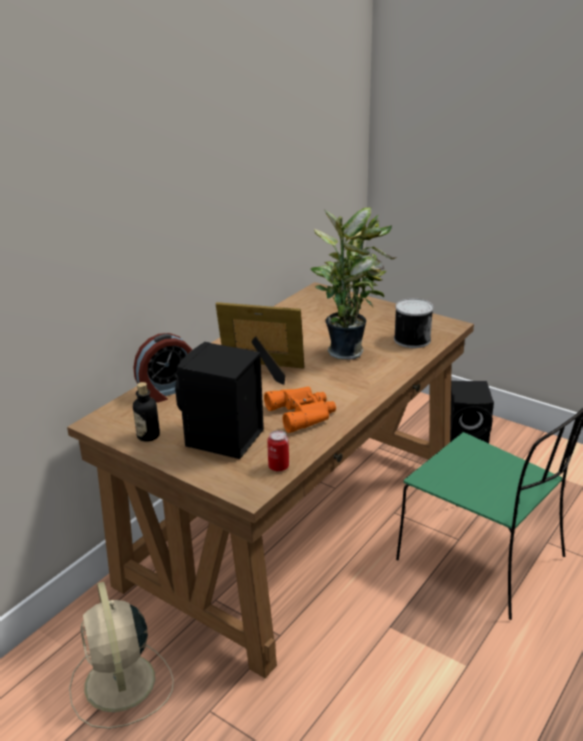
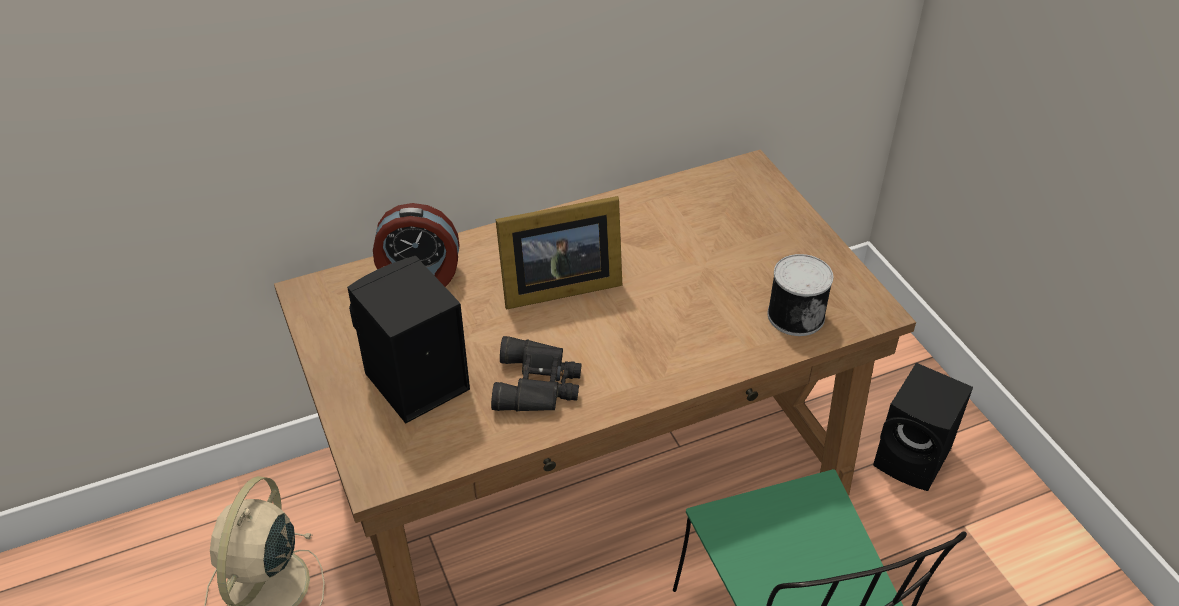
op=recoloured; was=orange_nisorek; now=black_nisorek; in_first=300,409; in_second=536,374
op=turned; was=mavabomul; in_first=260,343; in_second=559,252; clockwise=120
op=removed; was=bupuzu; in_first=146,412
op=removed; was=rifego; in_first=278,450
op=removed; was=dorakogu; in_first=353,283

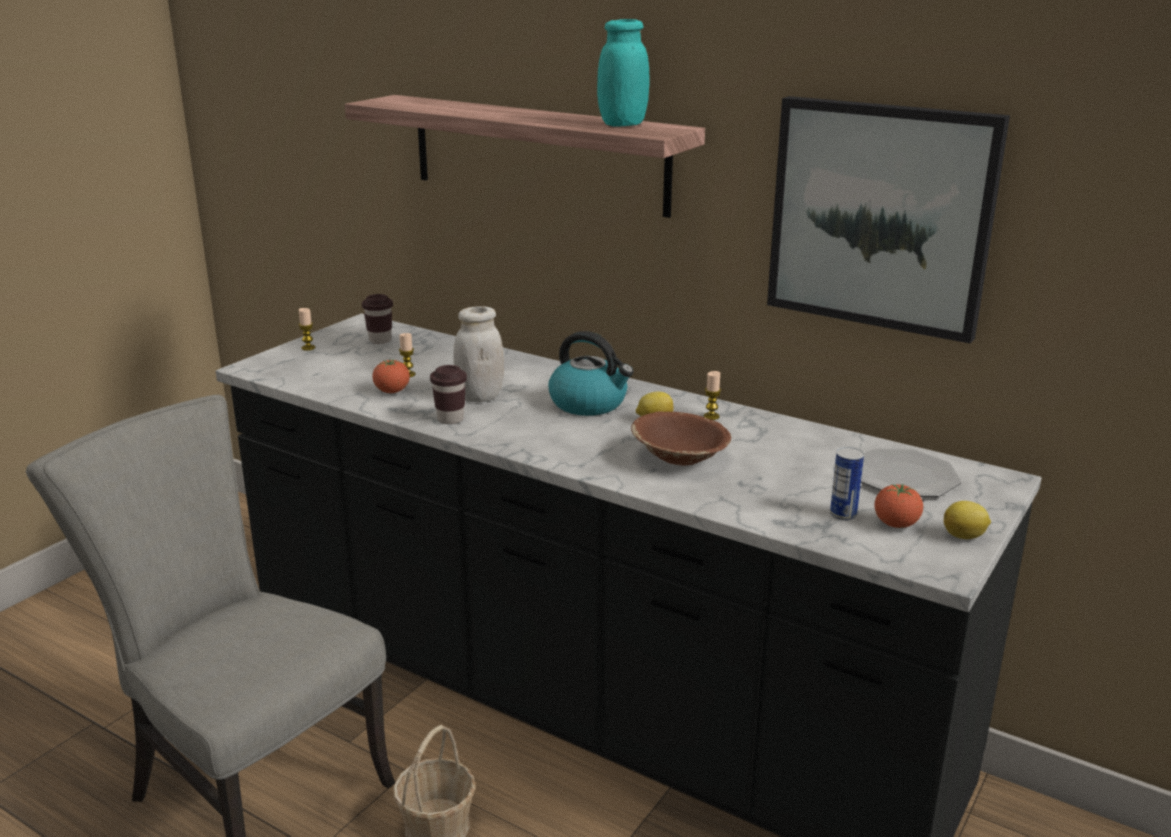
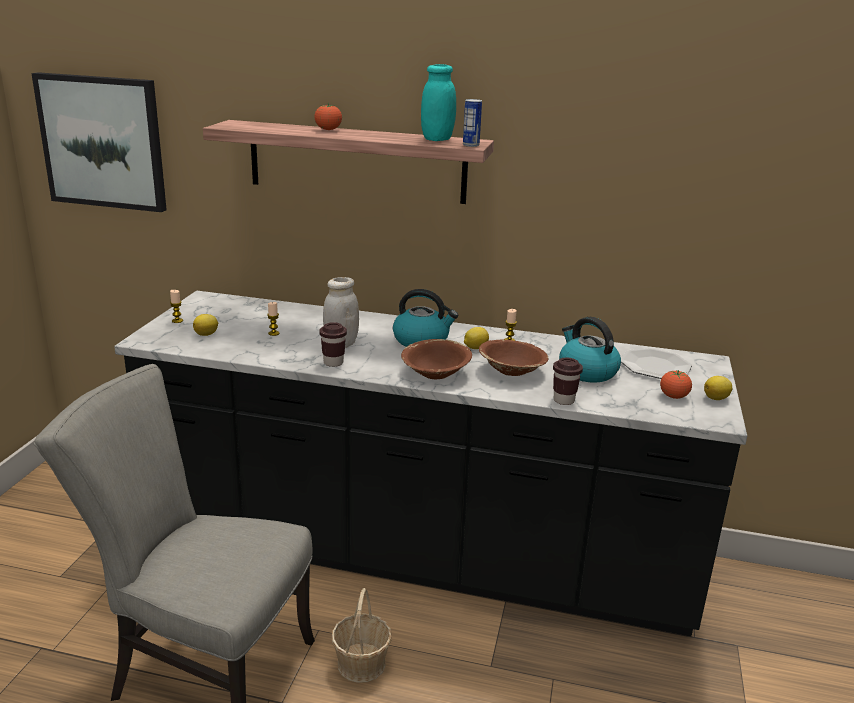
op=moved; was=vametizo; in_first=888,219; in_second=99,142
op=added; now=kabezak; in_second=205,325
op=moved; was=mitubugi; in_first=391,376; in_second=328,116
op=added; now=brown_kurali; in_second=436,359
op=moved; was=rifego; in_first=847,484; in_second=472,123
op=moved; was=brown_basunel; in_first=377,319; in_second=568,381
op=added; now=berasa; in_second=590,350

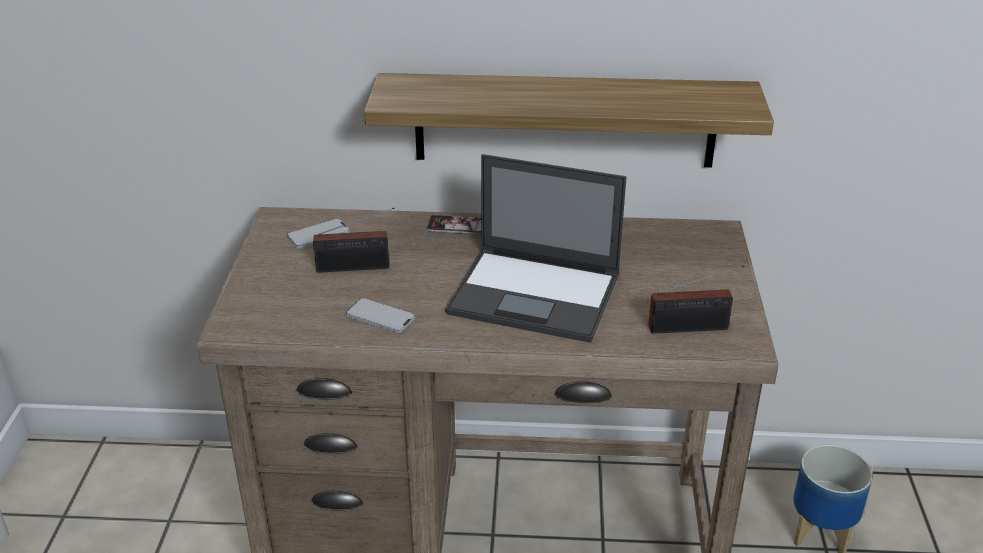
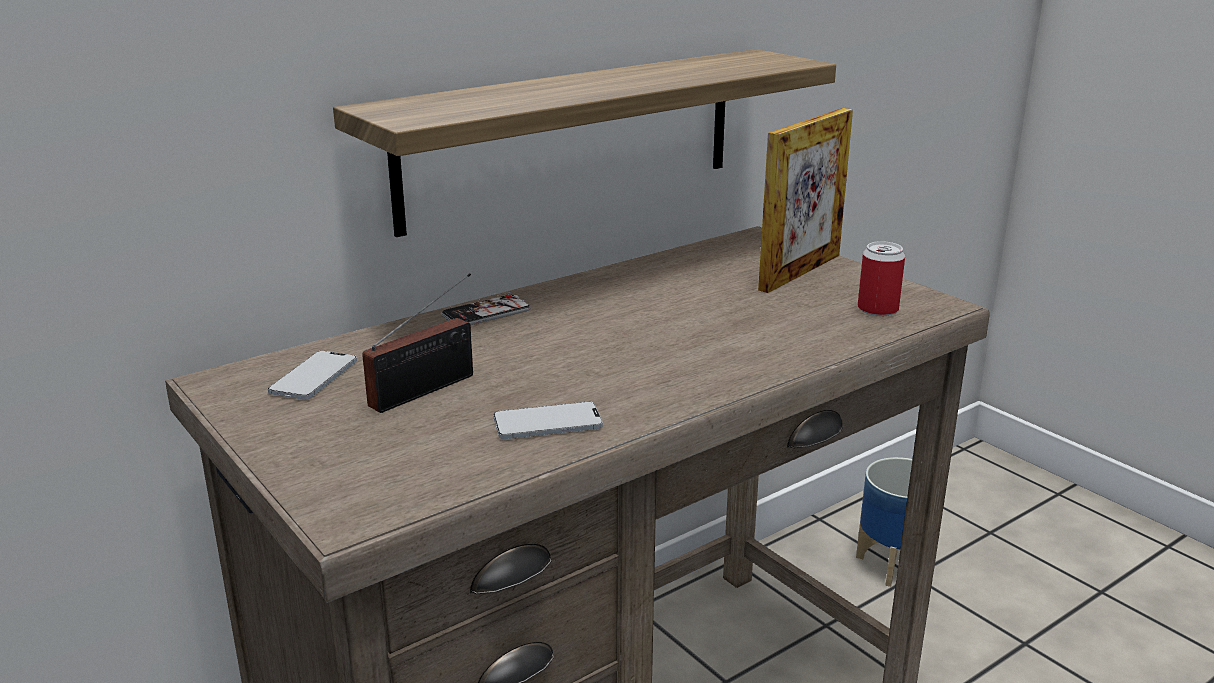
op=added; now=mavabomul; in_second=805,200
op=replaced; was=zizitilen; now=rifego; in_first=696,299; in_second=881,278
op=removed; was=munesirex; in_first=536,248

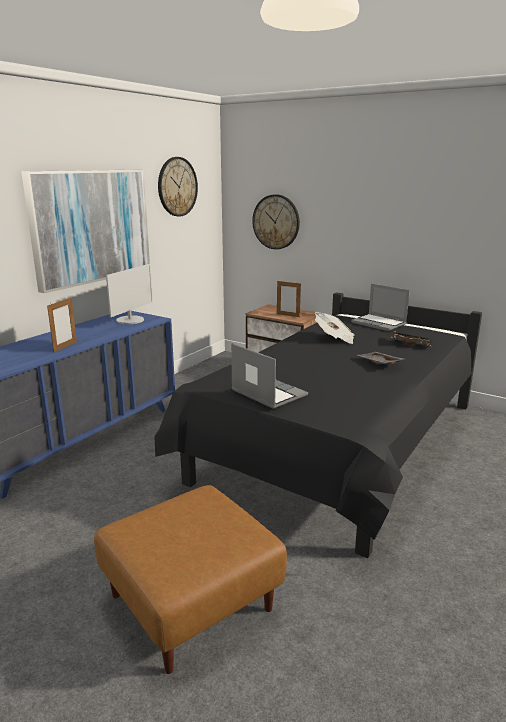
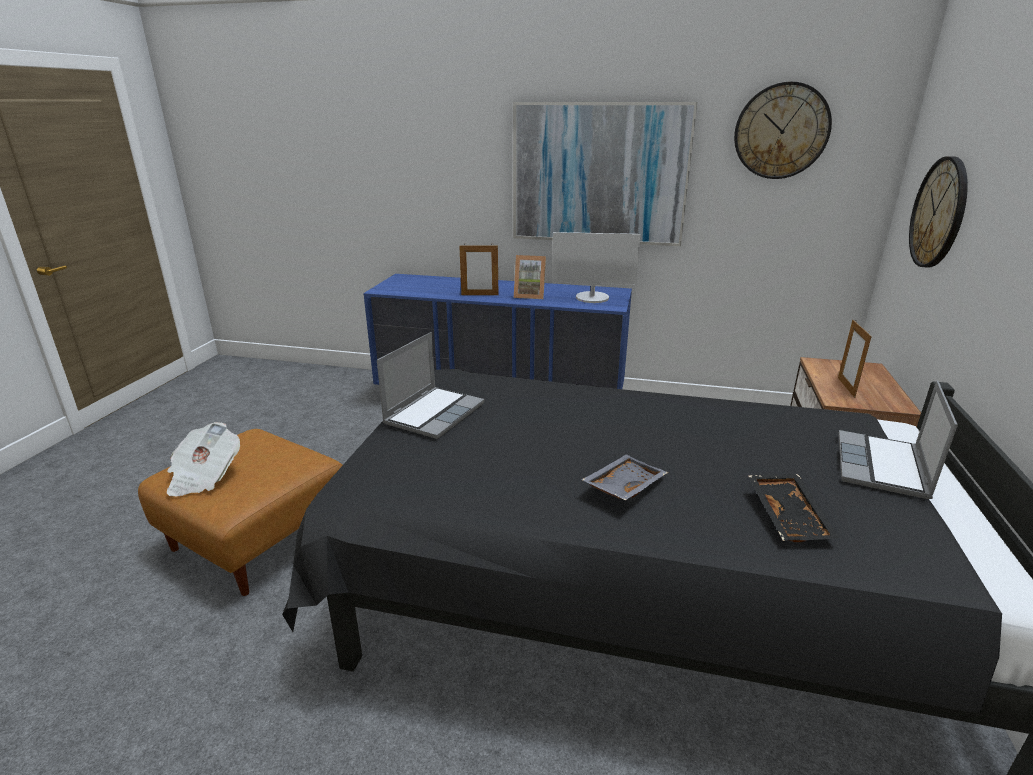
op=moved; was=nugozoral; in_first=335,328; in_second=203,459
op=added; now=mavabomul; in_second=530,277

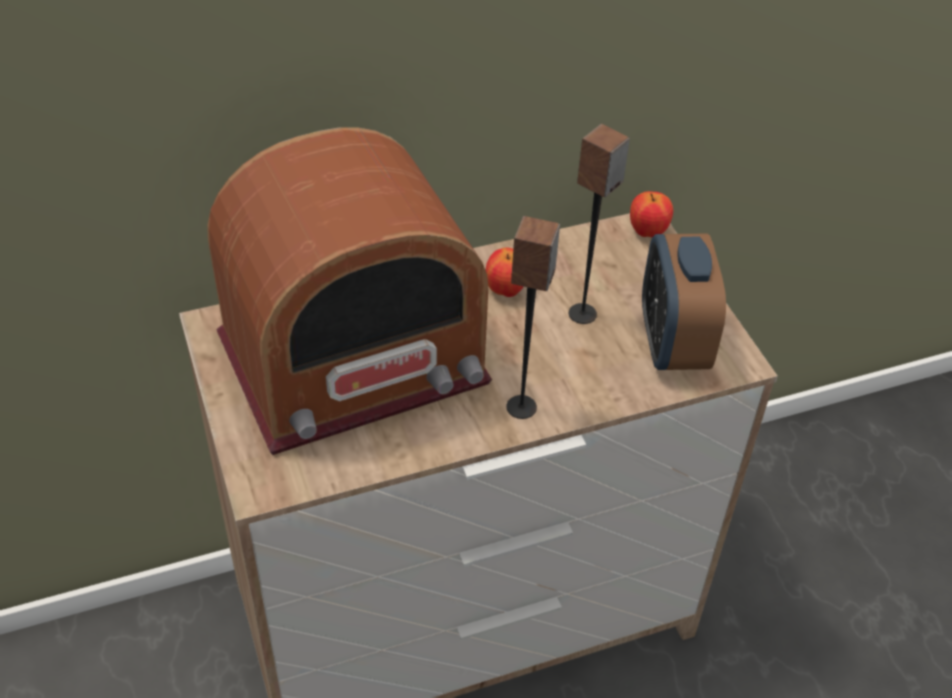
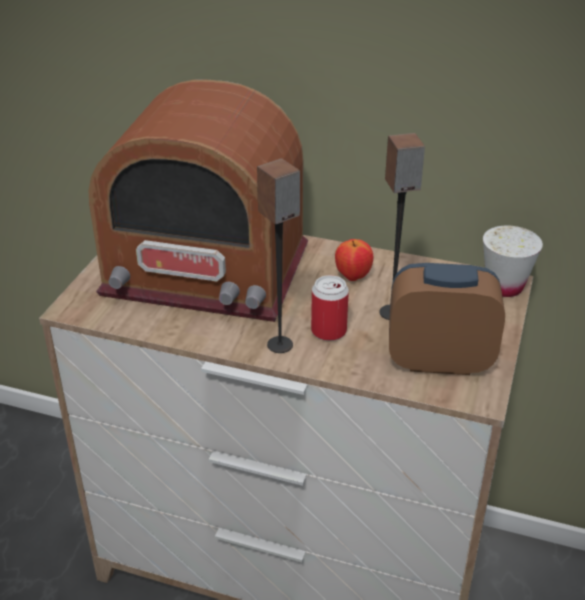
op=added; now=rifego; in_second=330,308
op=turned; was=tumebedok; in_first=684,302; in_second=447,319; clockwise=60
op=replaced; was=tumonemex; now=white_basunel; in_first=651,214; in_second=513,261

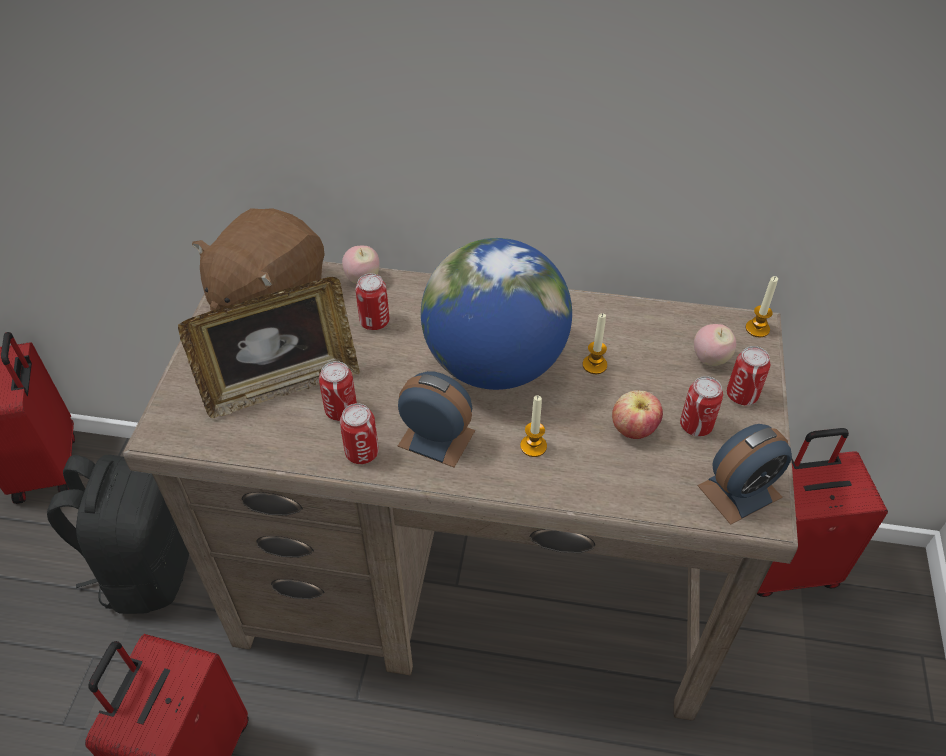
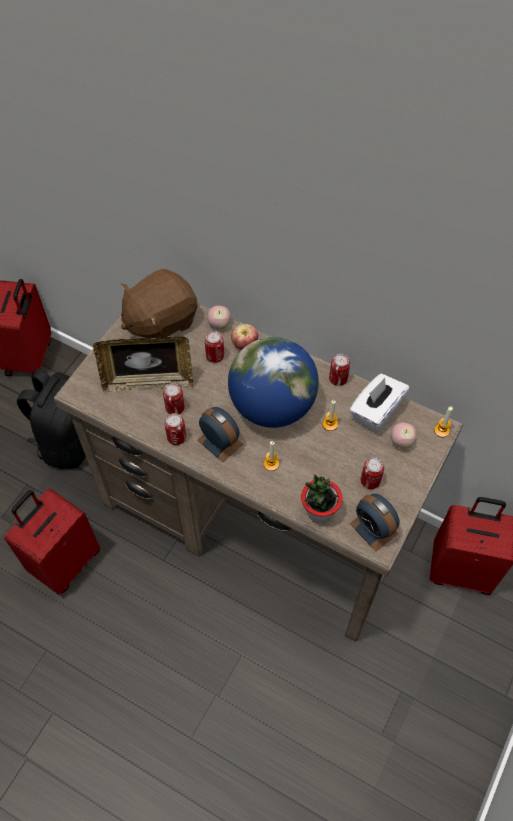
op=moved; was=tumonemex; in_first=637,414; in_second=244,337
op=added; now=dorakogu; in_second=321,498
op=moved; was=rifego; in_first=748,375; in_second=339,370
op=added; now=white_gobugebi; in_second=380,403
op=turned; was=tumebedok; in_first=745,474; in_second=375,523; clockwise=60

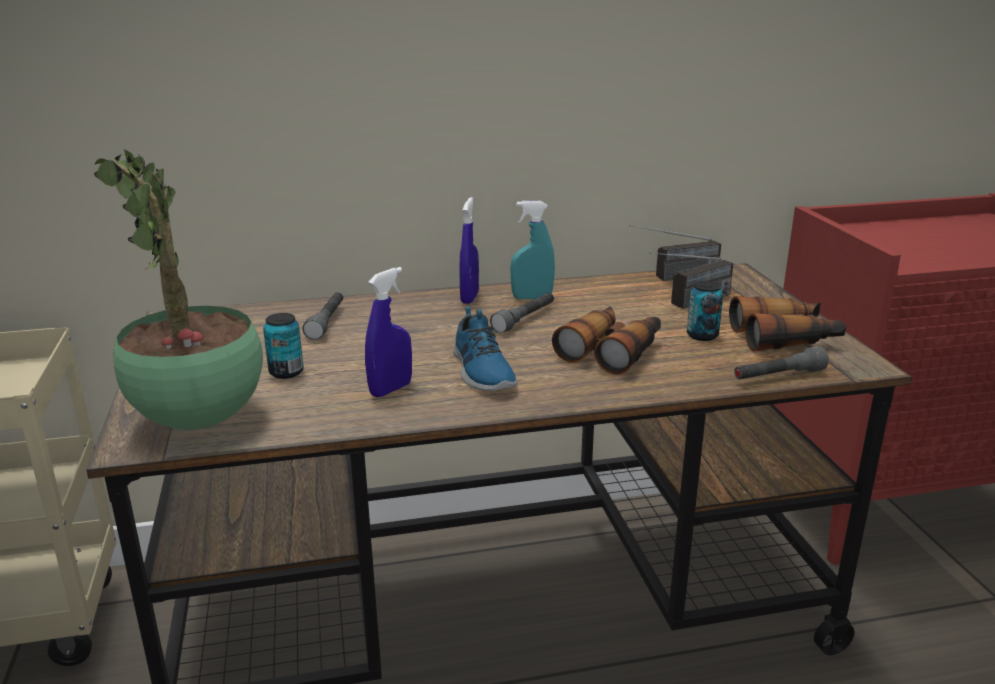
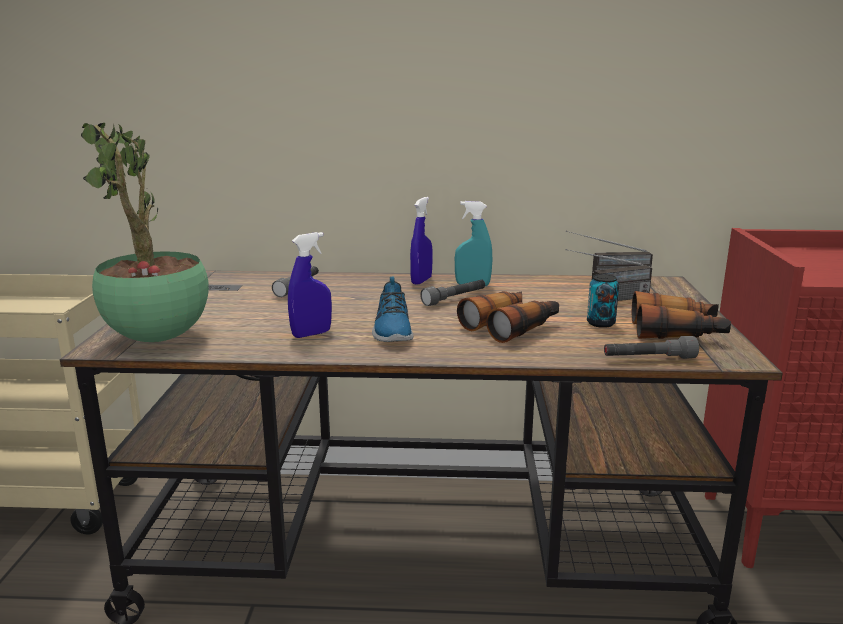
op=removed; was=rifego; in_first=283,346

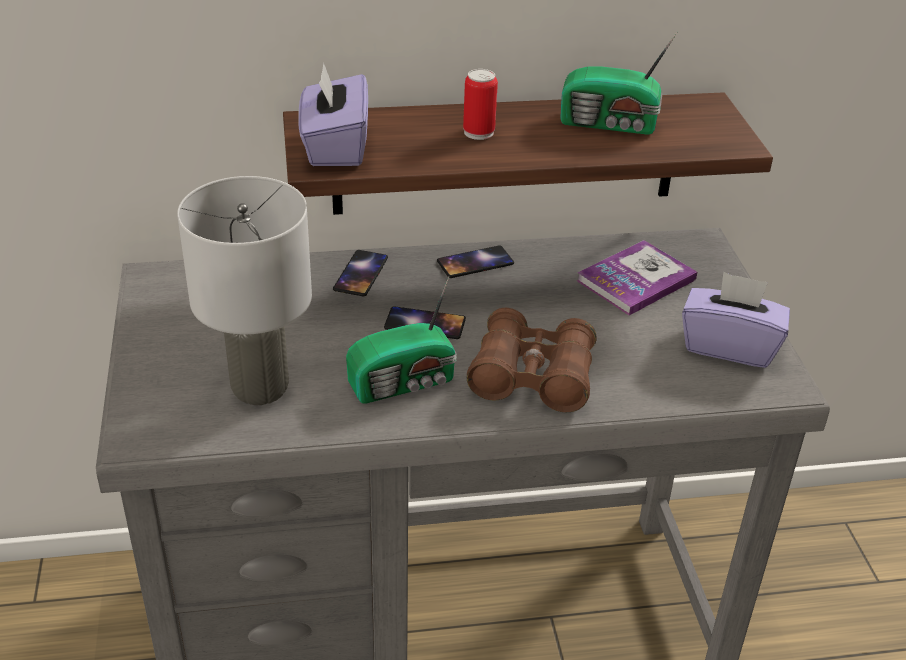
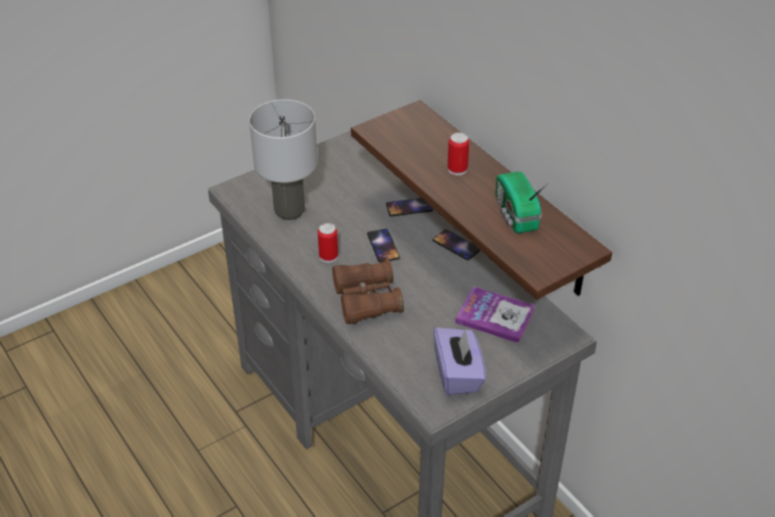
op=replaced; was=zizitilen; now=rifego; in_first=401,340; in_second=328,243
op=removed; was=purple_gobugebi; in_first=333,114

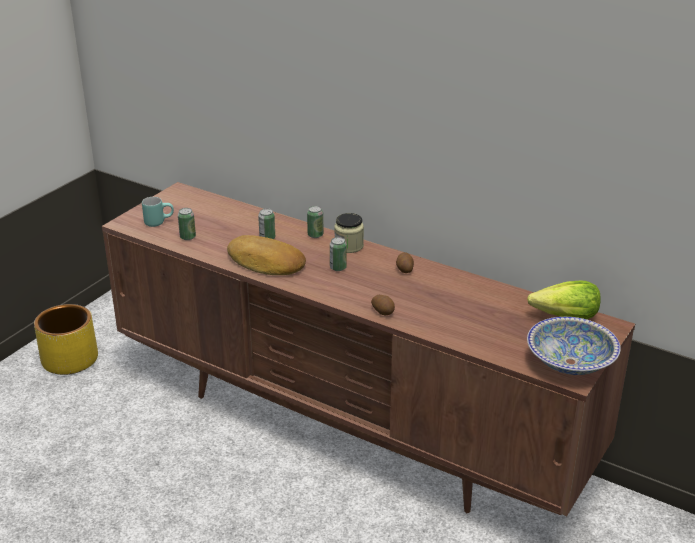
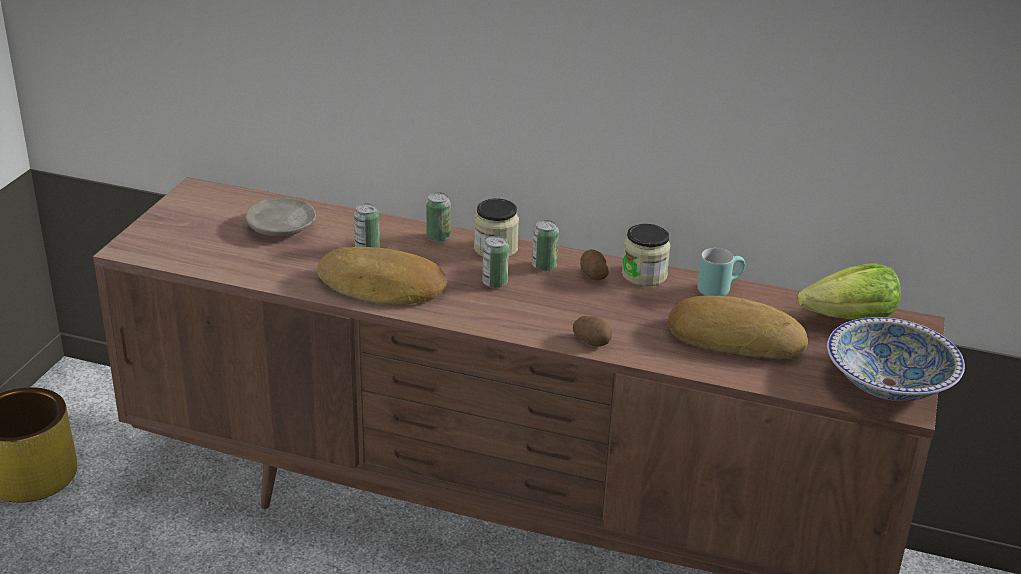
op=added; now=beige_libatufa; in_second=280,216
op=moved; was=rifego; in_first=187,224; in_second=545,245
op=added; now=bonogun; in_second=646,255
op=added; now=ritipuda; in_second=737,327
op=moved; was=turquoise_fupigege; in_first=158,212; in_second=721,272

